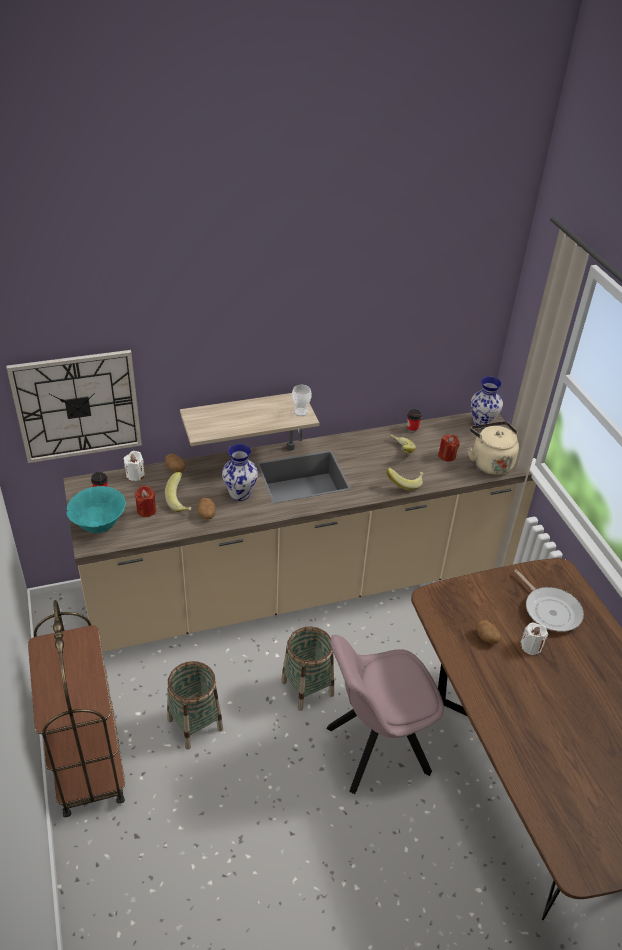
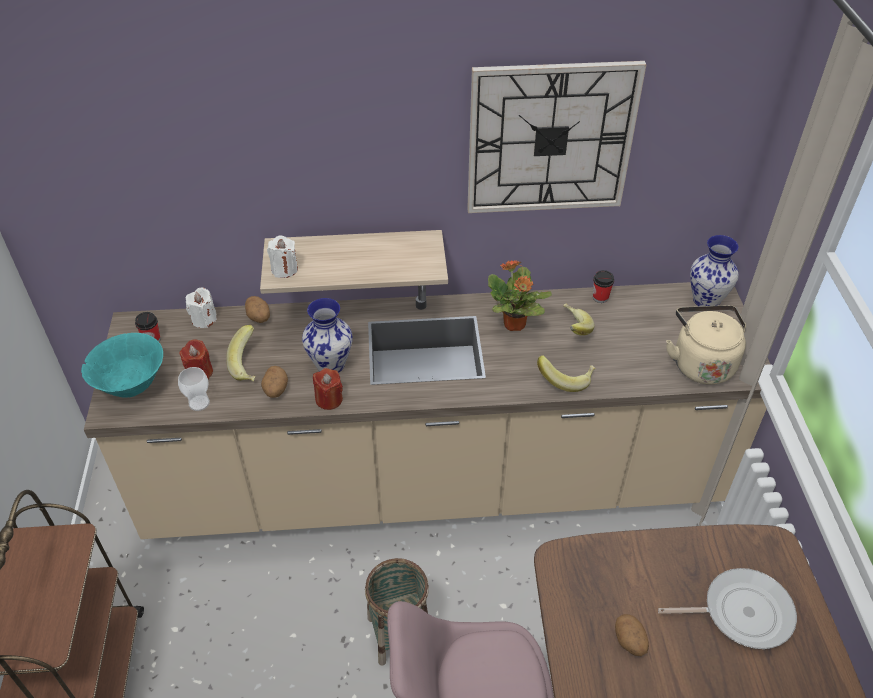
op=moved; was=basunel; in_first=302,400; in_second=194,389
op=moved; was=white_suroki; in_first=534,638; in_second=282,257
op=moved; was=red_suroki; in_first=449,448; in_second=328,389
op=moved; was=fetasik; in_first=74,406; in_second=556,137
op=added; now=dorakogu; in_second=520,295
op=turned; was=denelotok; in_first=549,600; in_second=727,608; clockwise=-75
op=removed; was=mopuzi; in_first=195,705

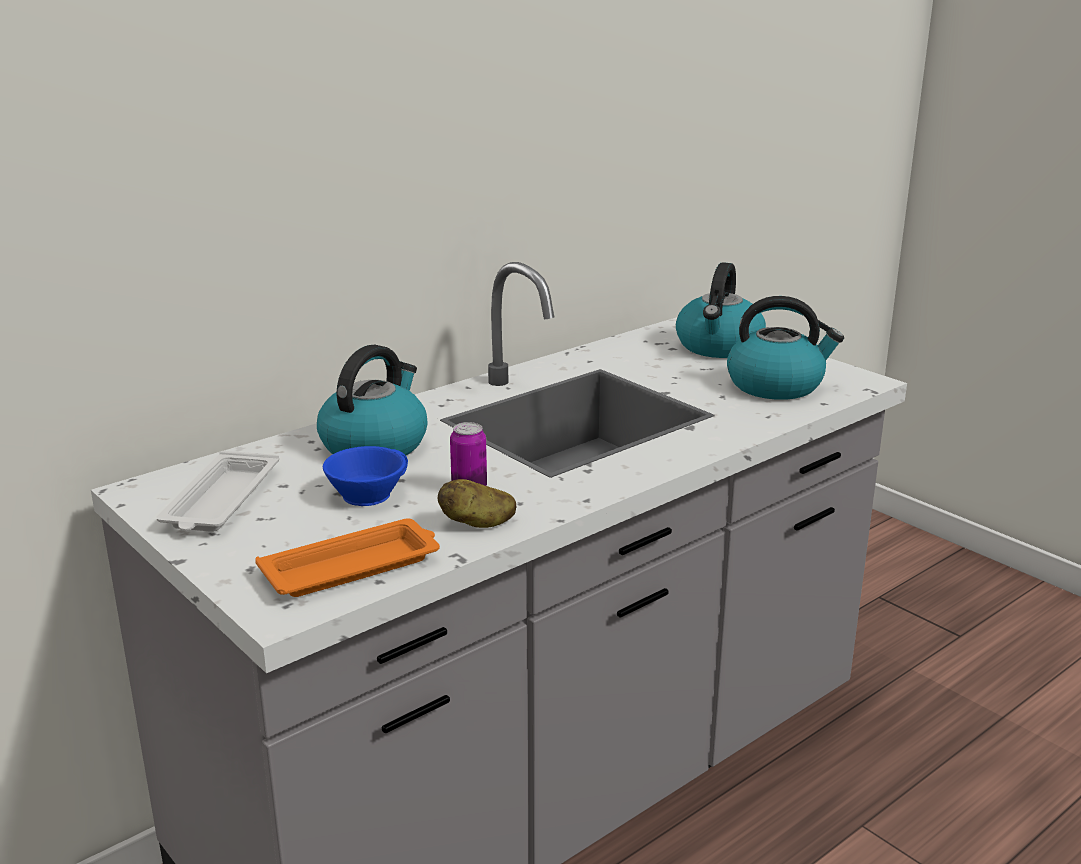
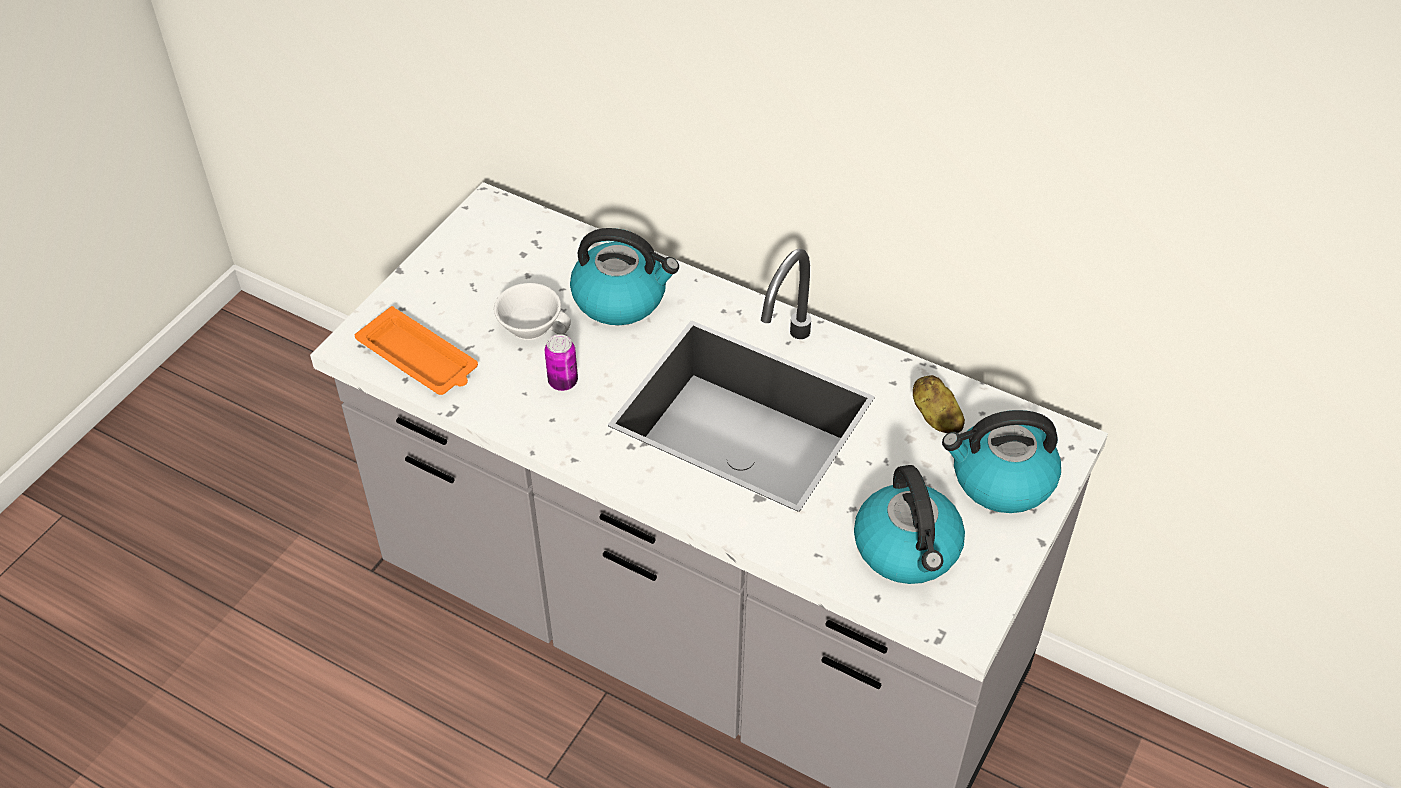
op=recoloured; was=blue_basunel; now=white_basunel; in_first=365,476; in_second=532,311
op=moved; was=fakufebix; in_first=477,503; in_second=939,404
op=removed; was=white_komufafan; in_first=217,491

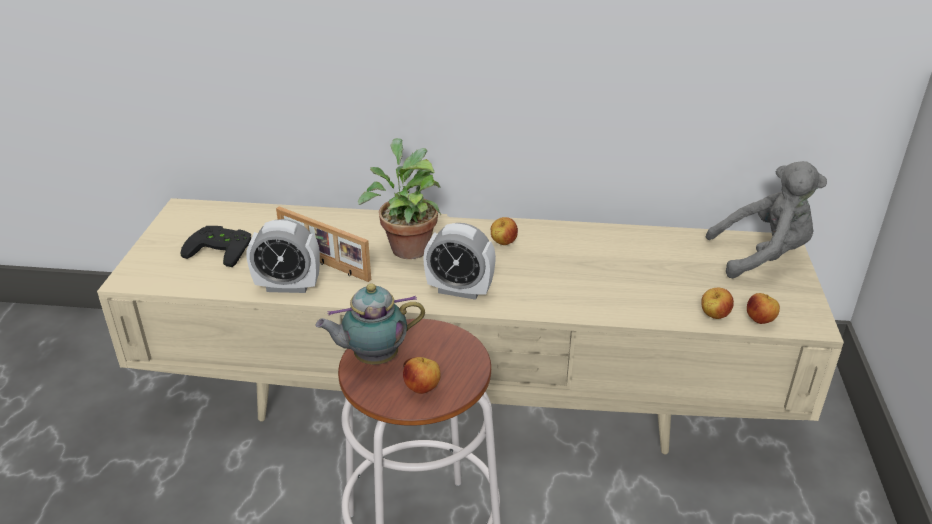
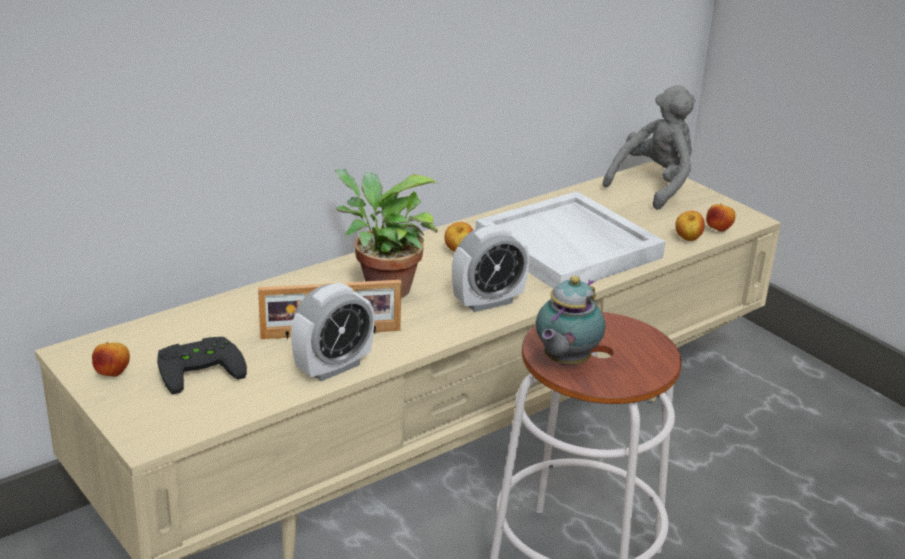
op=moved; was=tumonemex; in_first=422,375; in_second=111,359
op=added; now=white_komufafan; in_second=570,240

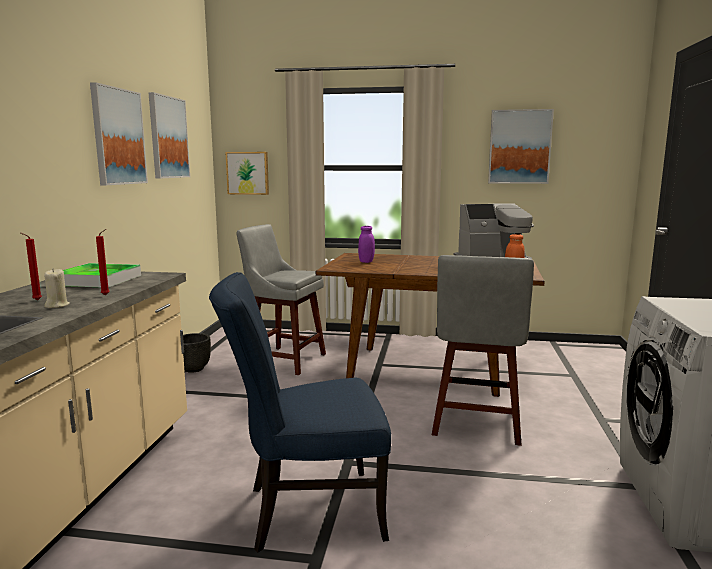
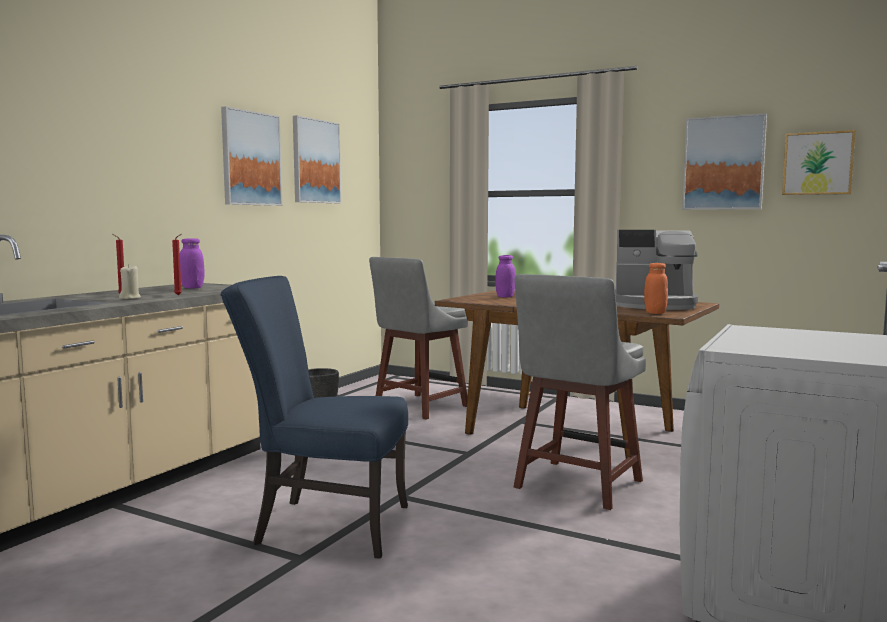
op=replaced; was=komufafan; now=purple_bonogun; in_first=102,275; in_second=192,263
op=turned; was=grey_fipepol; in_first=281,299; in_second=418,338; clockwise=-90
op=moved; was=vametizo; in_first=247,173; in_second=818,162

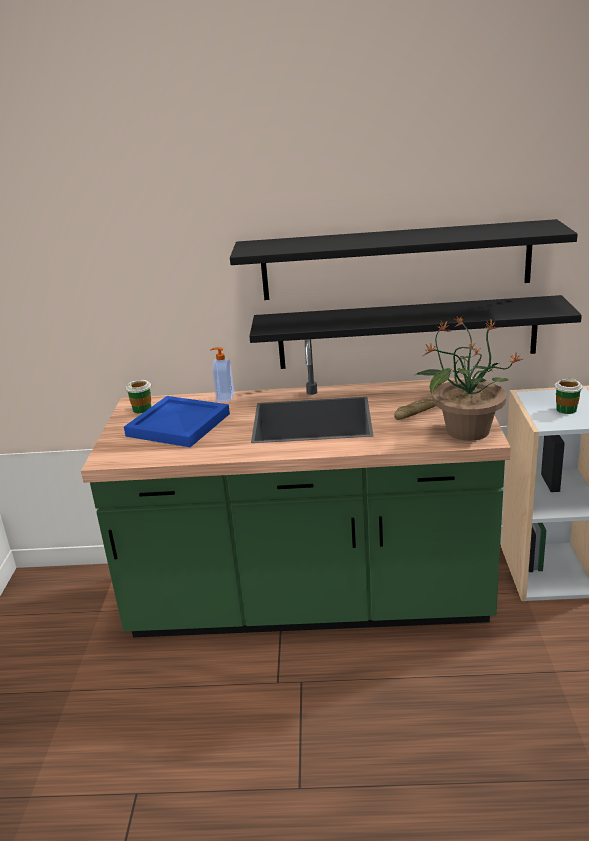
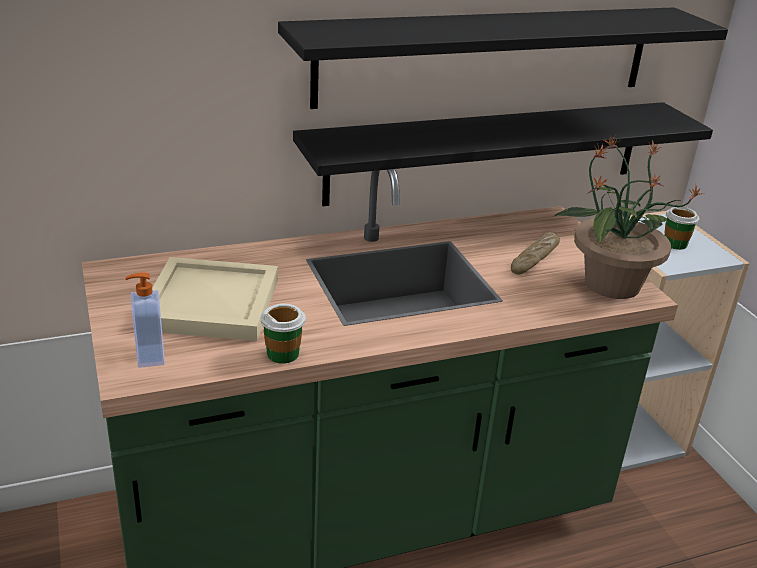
op=moved; was=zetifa; in_first=222,374; in_second=145,320
op=recoloured; was=blue_komufafan; now=beige_komufafan; in_first=177,421; in_second=215,299
op=moved; was=basunel; in_first=138,397; in_second=283,334

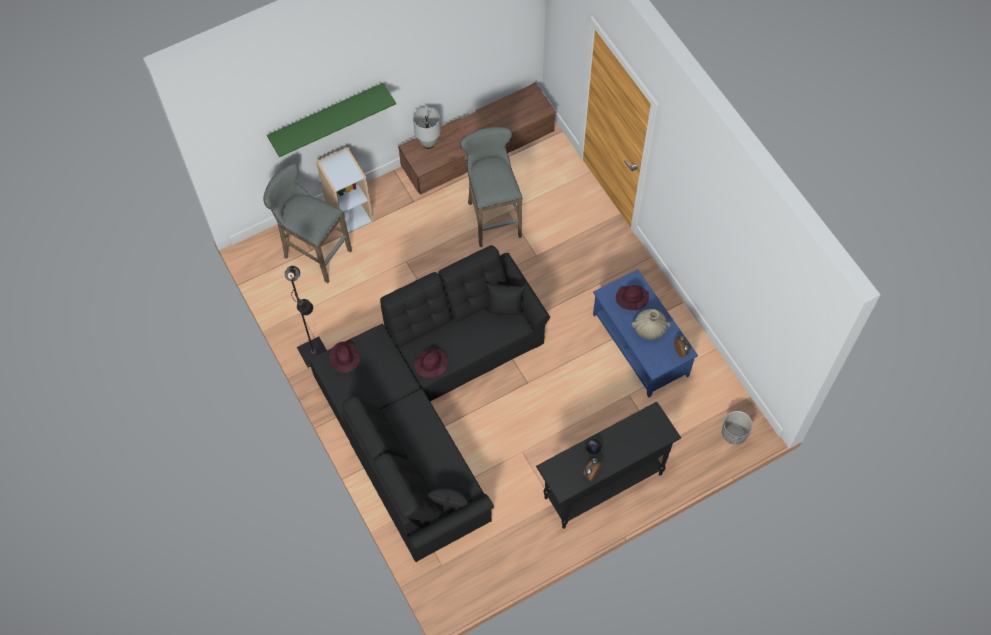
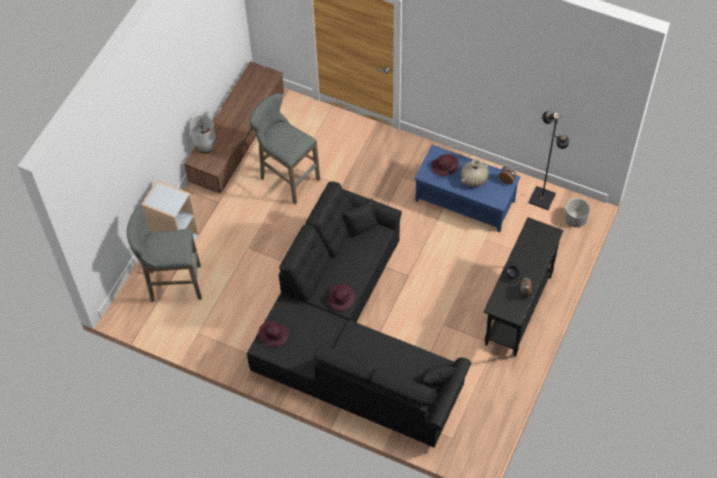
op=moved; was=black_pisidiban; in_first=306,317; in_second=548,160
op=removed; was=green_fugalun; in_first=331,120

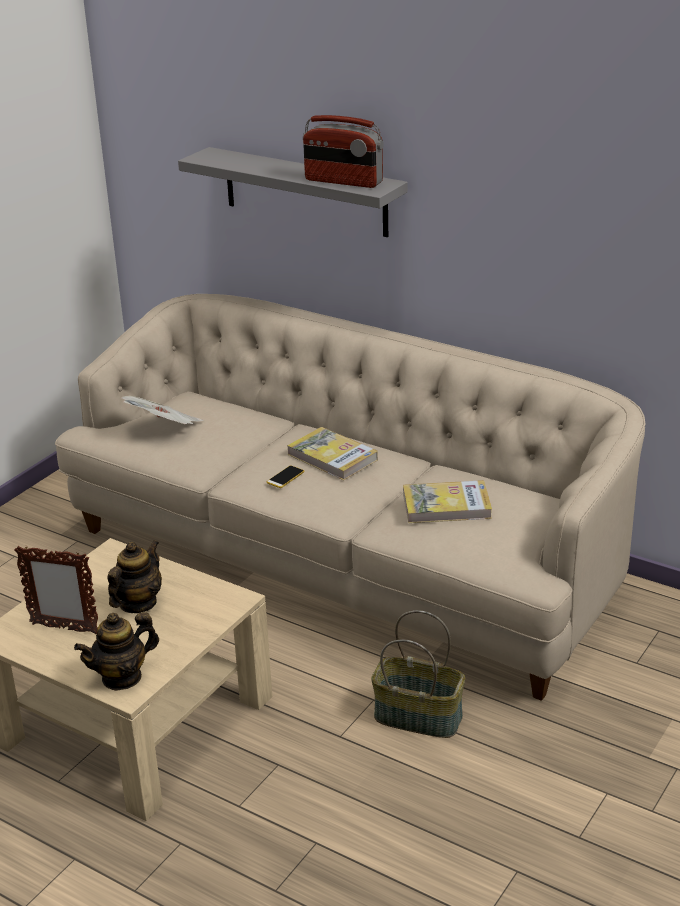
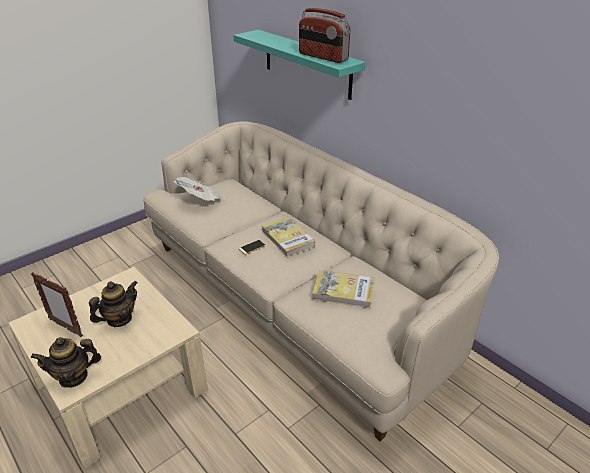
op=recoloured; was=grey_fugalun; now=turquoise_fugalun; in_first=293,192; in_second=300,65
op=removed; was=mopuzi; in_first=418,674

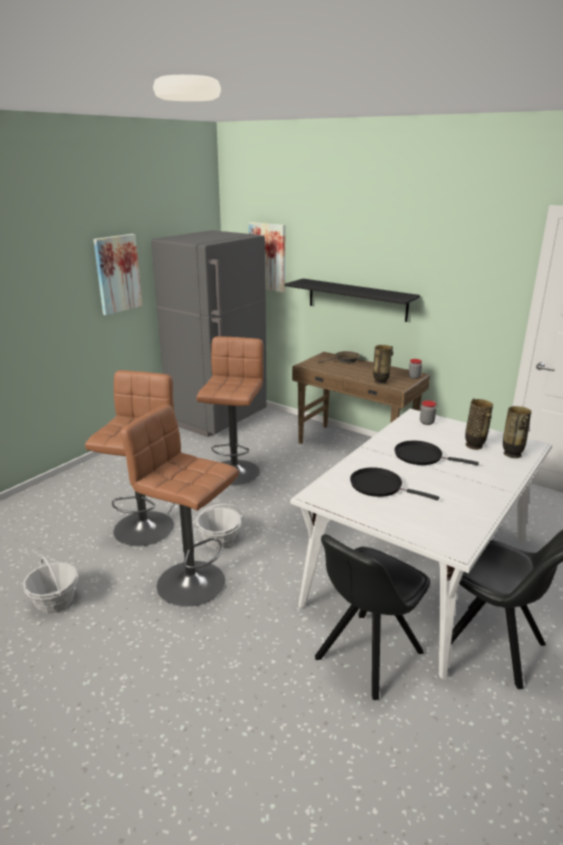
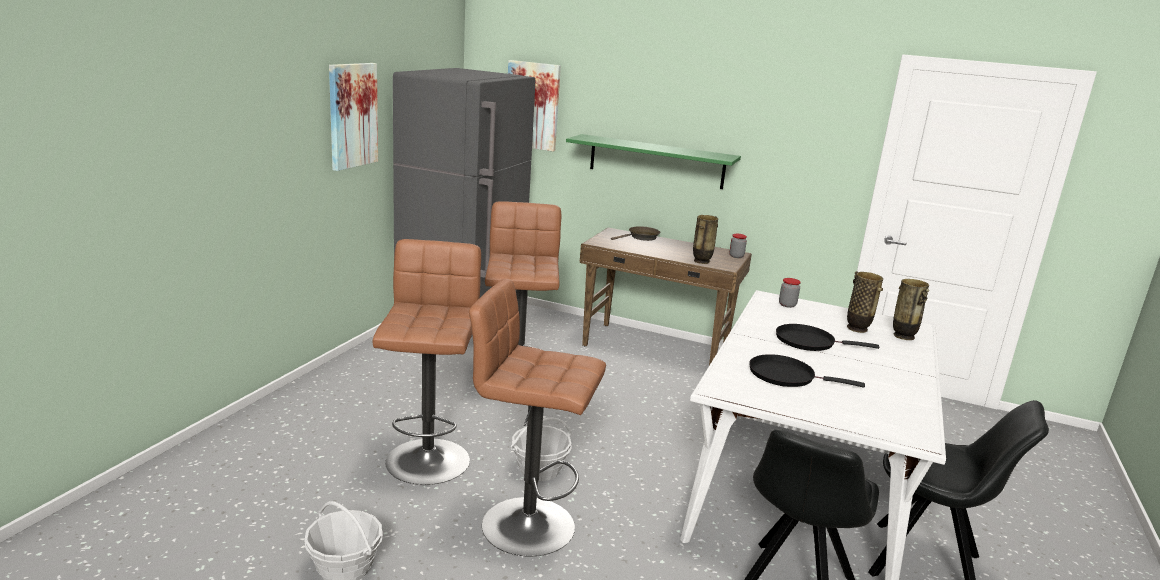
op=recoloured; was=black_fugalun; now=green_fugalun; in_first=352,300; in_second=653,161

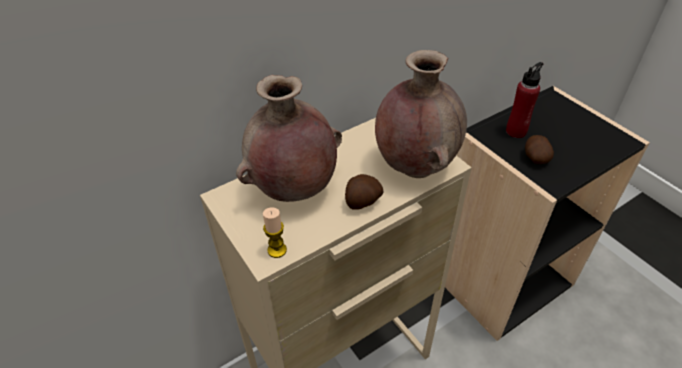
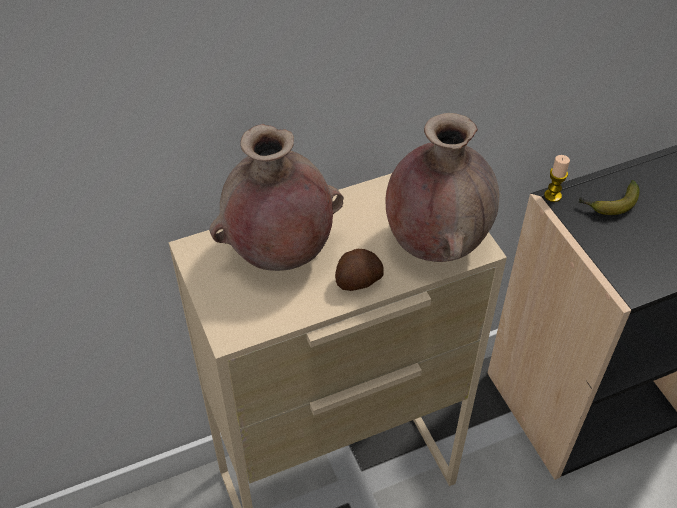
op=moved; was=suroki; in_first=275,232; in_second=557,178
op=replaced; was=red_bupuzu; now=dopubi; in_first=524,100; in_second=609,197
op=removed; was=fakufebix; in_first=539,149

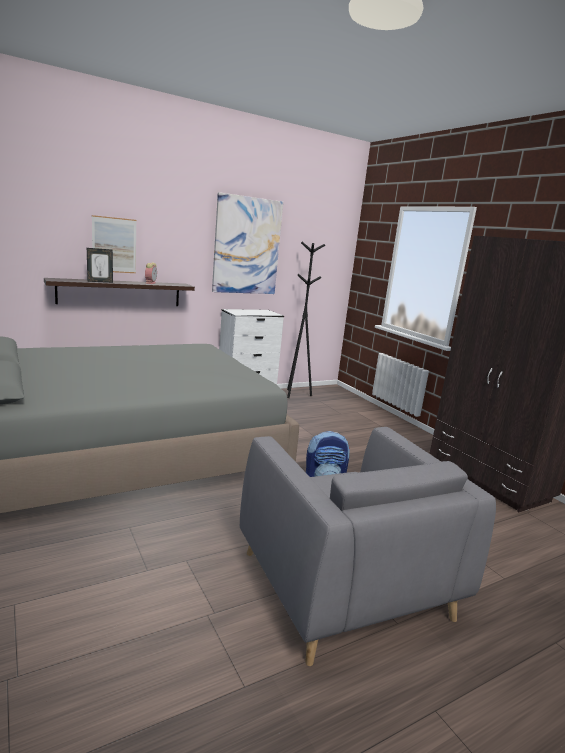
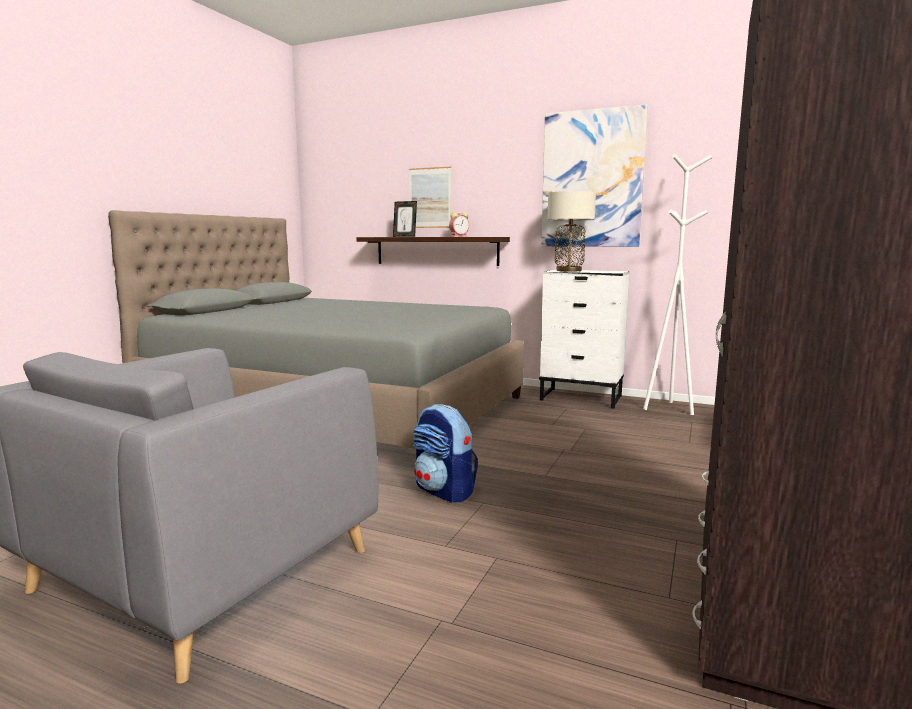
op=added; now=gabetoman; in_second=571,231
op=recoloured; was=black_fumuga; now=white_fumuga; in_first=306,320; in_second=677,284

